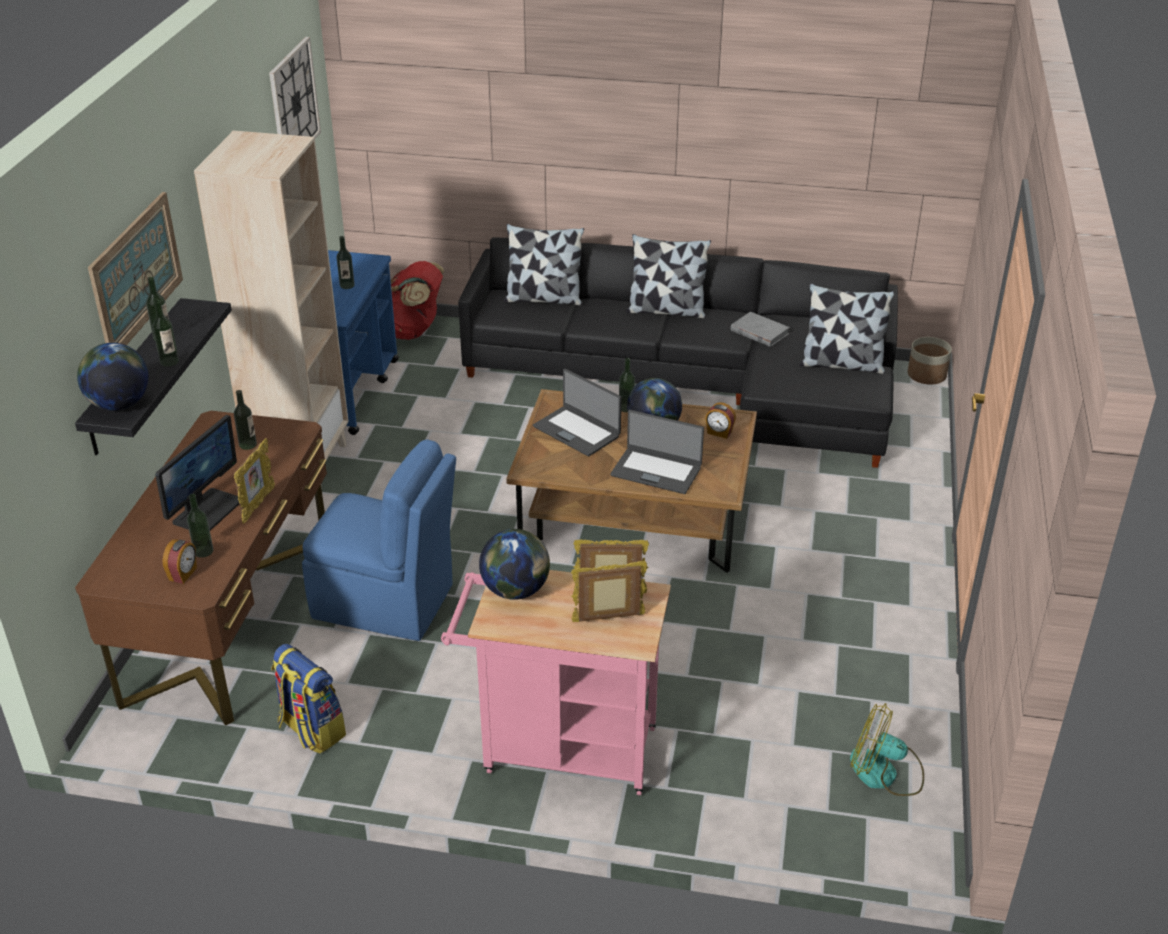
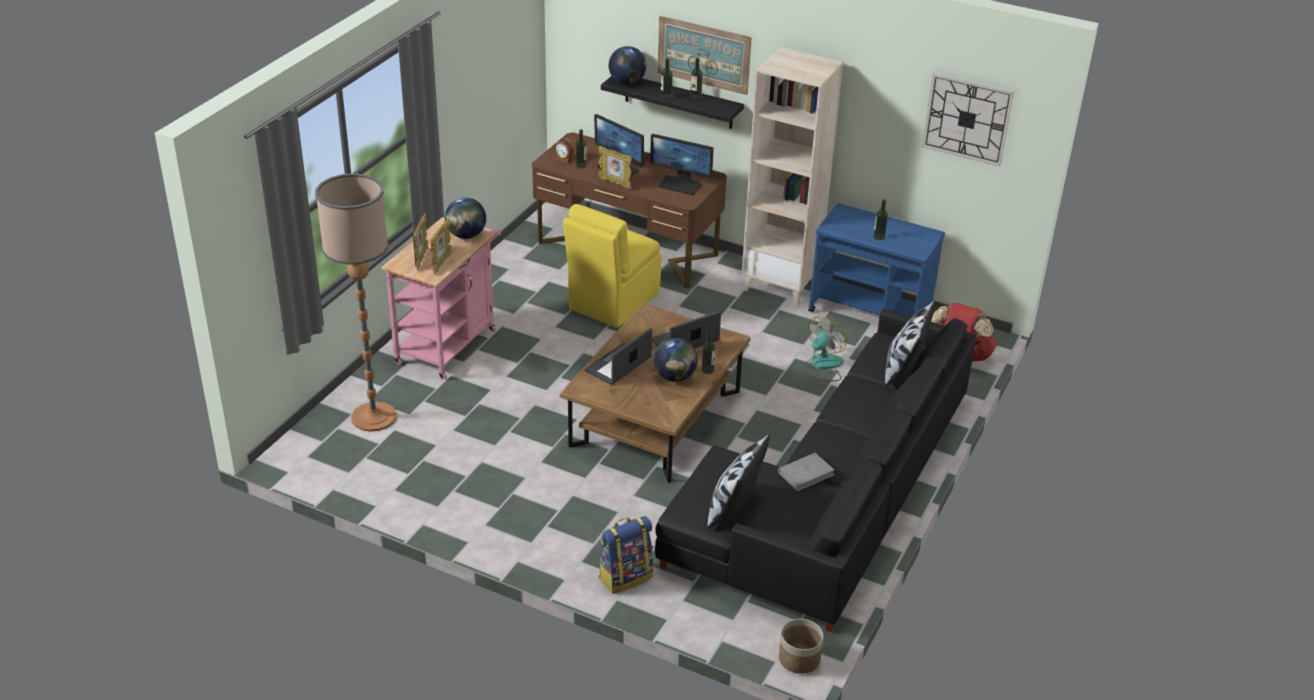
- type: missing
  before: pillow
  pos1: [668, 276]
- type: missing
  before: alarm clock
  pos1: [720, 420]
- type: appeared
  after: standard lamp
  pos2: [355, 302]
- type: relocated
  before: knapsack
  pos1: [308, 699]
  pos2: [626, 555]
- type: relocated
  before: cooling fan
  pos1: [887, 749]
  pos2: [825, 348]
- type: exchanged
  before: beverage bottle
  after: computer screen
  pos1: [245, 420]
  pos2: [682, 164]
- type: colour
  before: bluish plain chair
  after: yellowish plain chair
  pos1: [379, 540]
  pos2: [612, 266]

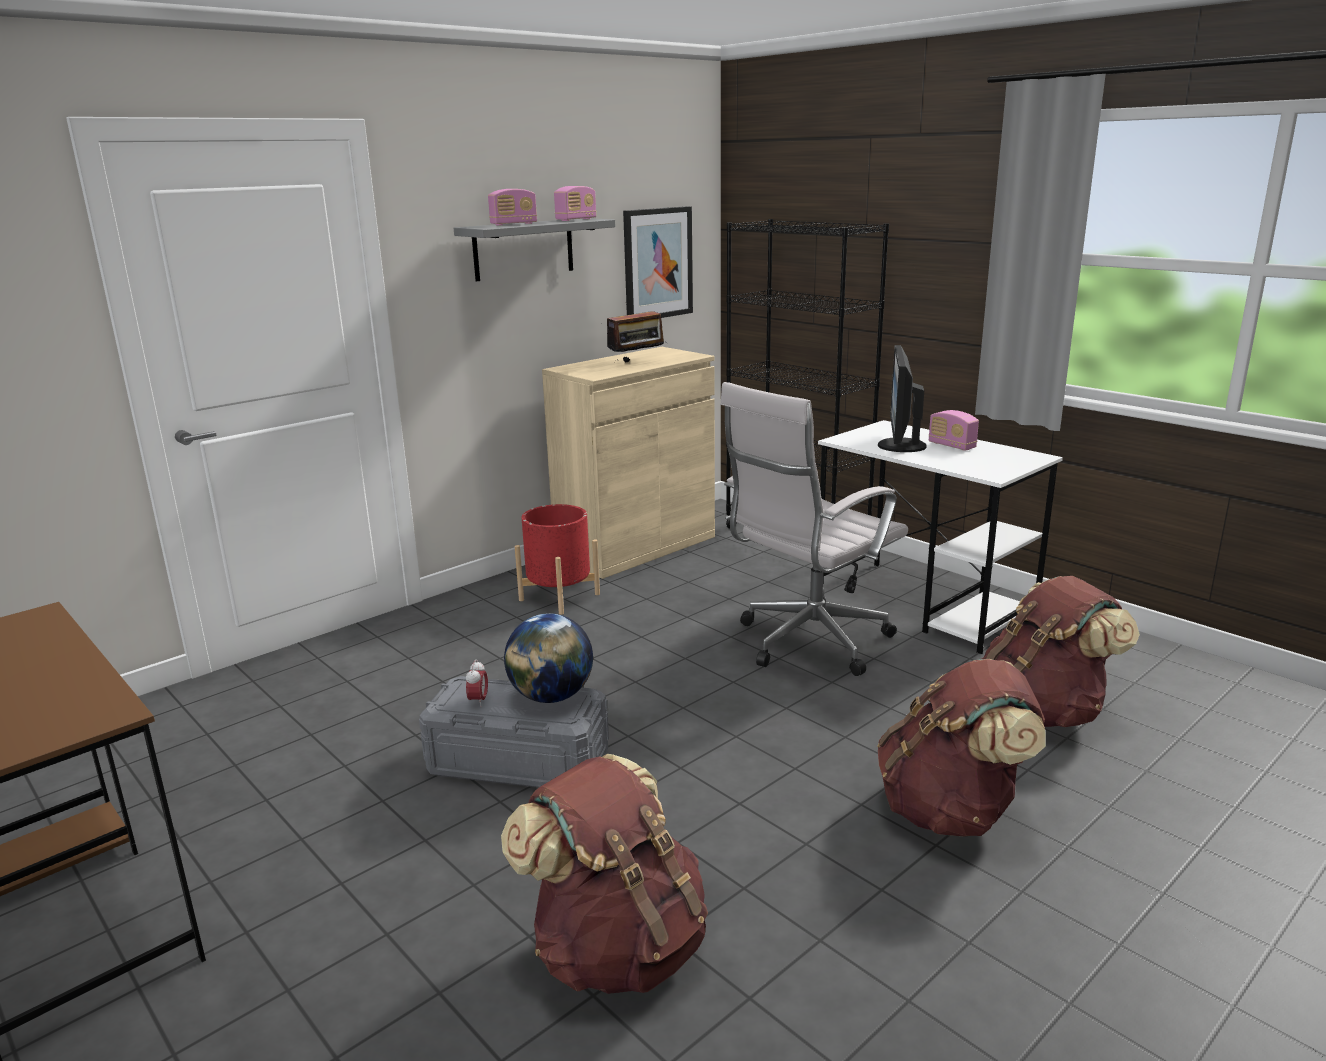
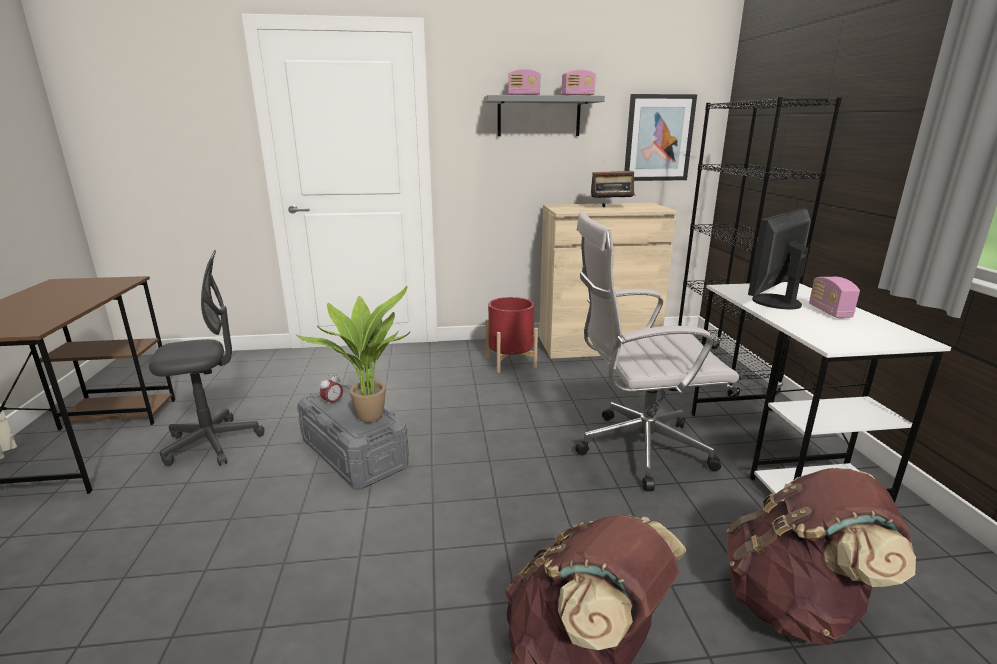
- type: missing
  before: brownish knapsack
  pos1: [604, 874]
- type: appeared
  after: greyish computer chair
  pos2: [206, 358]
- type: exchanged
  before: desk globe
  after: houseplant
  pos1: [548, 658]
  pos2: [353, 354]

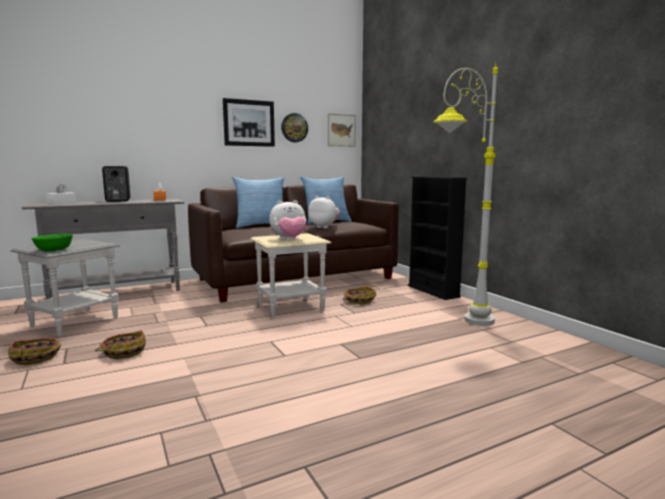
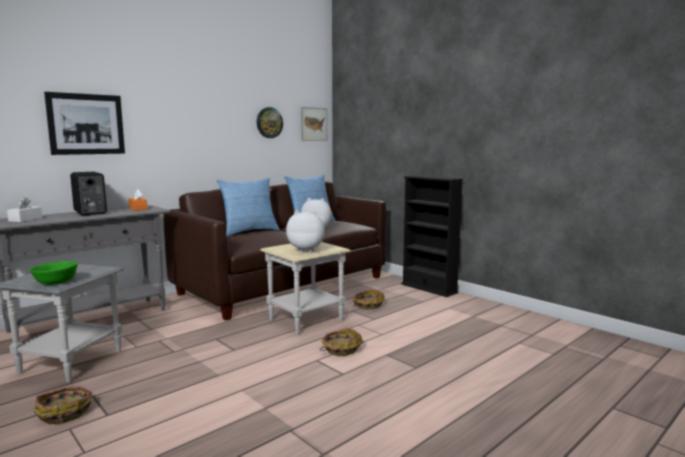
- type: missing
  before: greyish standard lamp
  pos1: [465, 193]
- type: relocated
  before: basket
  pos1: [120, 344]
  pos2: [341, 342]
- type: relocated
  before: wall art
  pos1: [249, 122]
  pos2: [84, 123]
- type: spun
  before: plush toy
  pos1: [288, 220]
  pos2: [305, 231]
  turn: -135

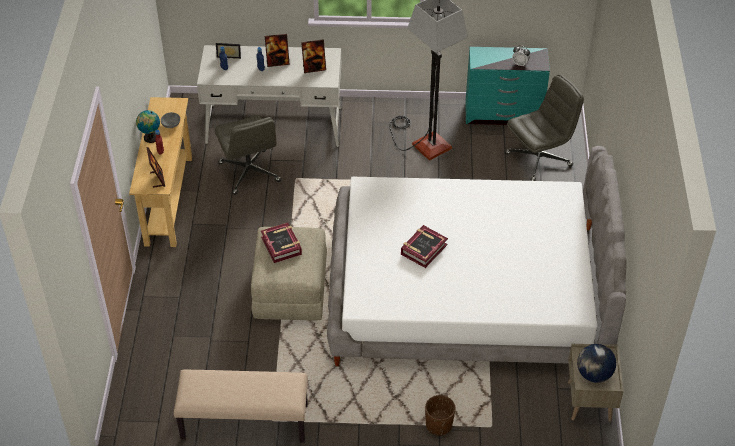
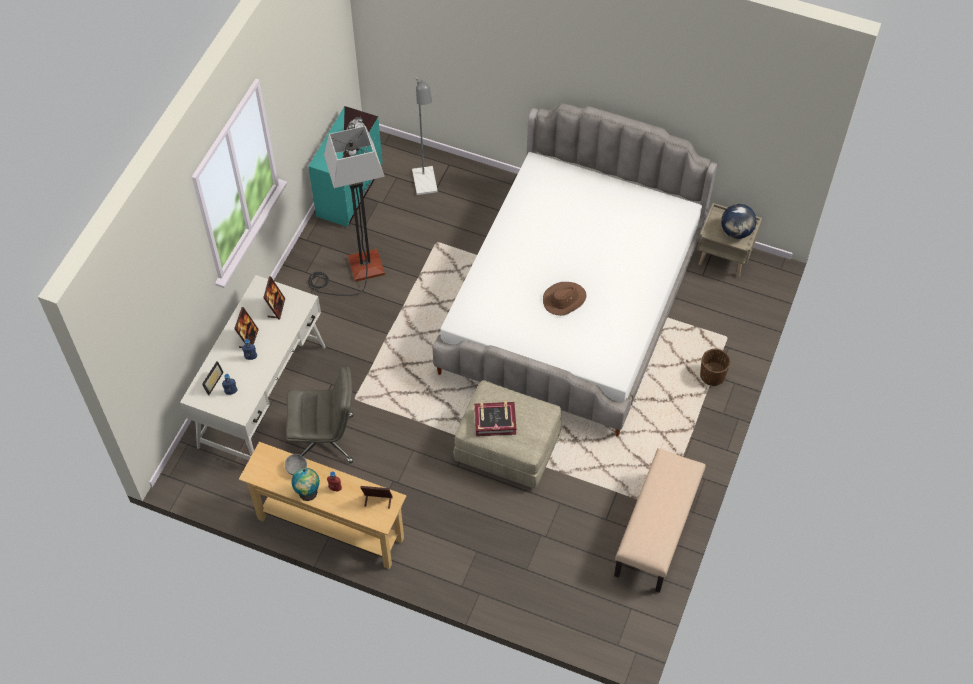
- type: exchanged
  before: book
  after: brownish clothing hat
  pos1: [424, 246]
  pos2: [565, 299]
- type: exchanged
  before: greyish computer chair
  after: greyish standard lamp
  pos1: [544, 128]
  pos2: [425, 136]

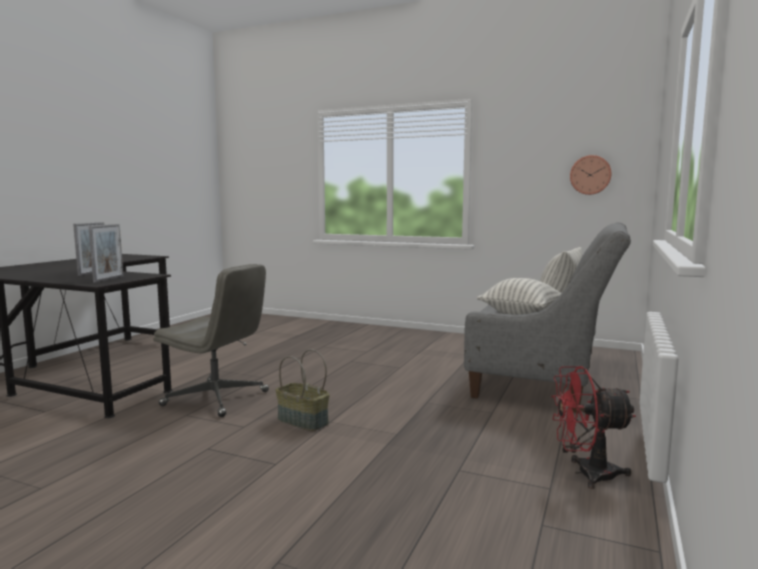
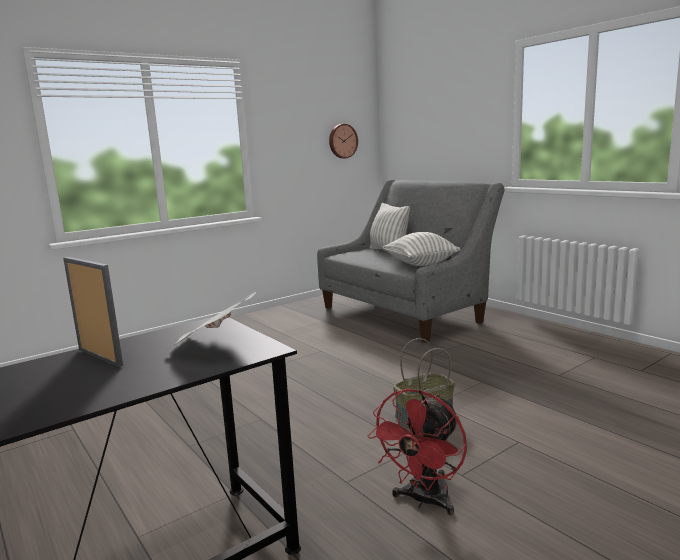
- type: missing
  before: greyish computer chair
  pos1: [211, 340]
- type: relocated
  before: red cooling fan
  pos1: [593, 427]
  pos2: [417, 452]
- type: exchanged
  before: picture frame
  after: daily paper
  pos1: [105, 253]
  pos2: [211, 321]

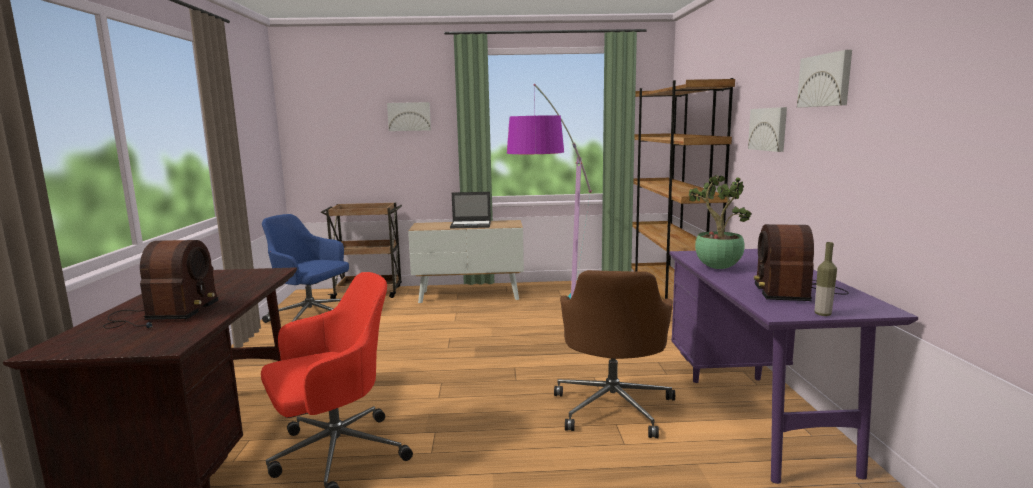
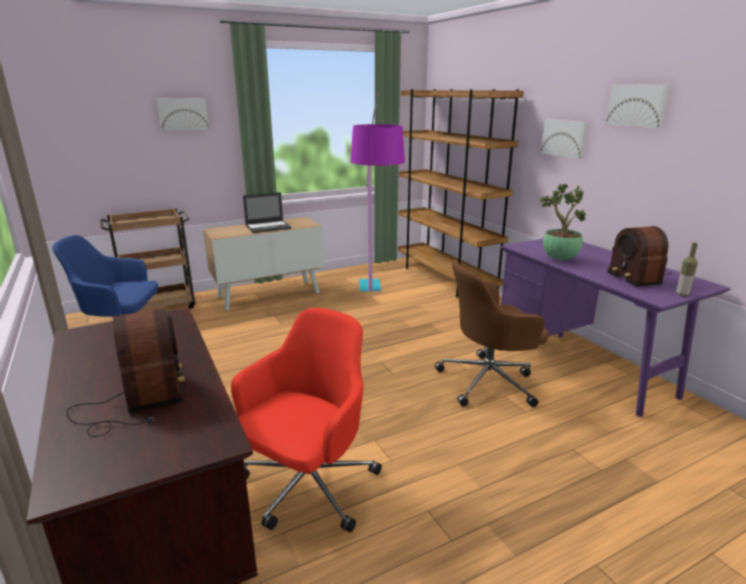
- type: spun
  before: brownish computer chair
  pos1: [614, 354]
  pos2: [492, 333]
  turn: 90

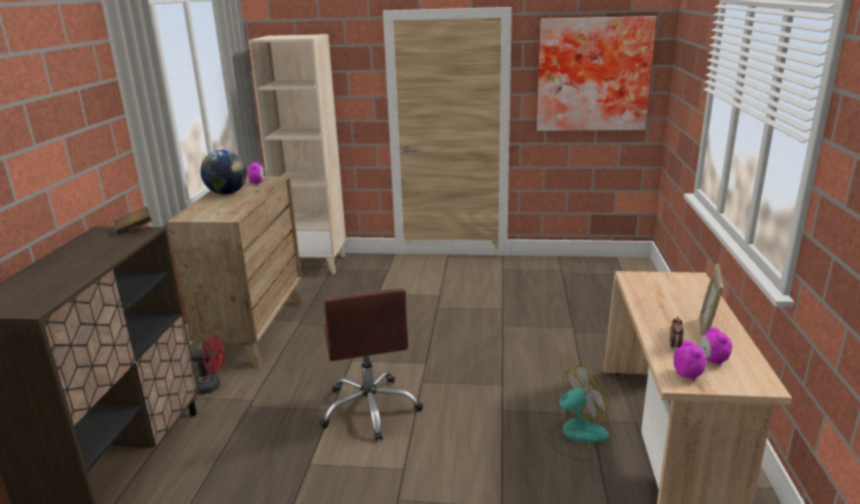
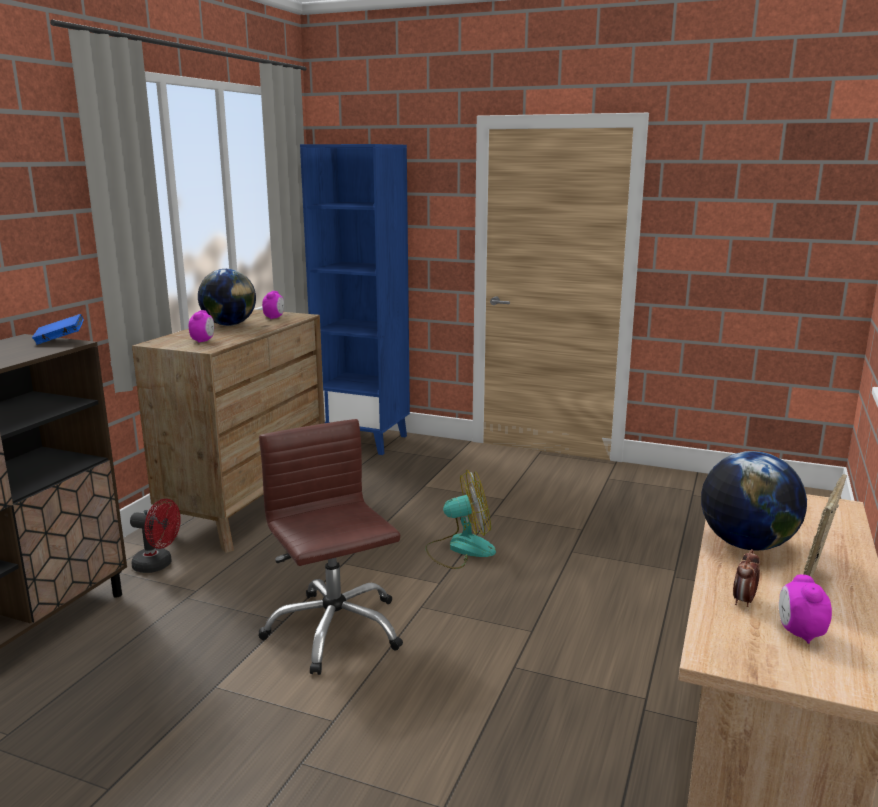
- type: missing
  before: wall art
  pos1: [597, 73]
- type: appeared
  after: desk globe
  pos2: [754, 500]
- type: relocated
  before: cooling fan
  pos1: [577, 413]
  pos2: [460, 519]
- type: relocated
  before: alarm clock
  pos1: [689, 361]
  pos2: [201, 326]
- type: colour
  before: brownish book
  after: bluish book
  pos1: [133, 220]
  pos2: [58, 329]
- type: colour
  before: beige bookcase
  after: bluish bookcase
  pos1: [297, 154]
  pos2: [355, 299]
- type: spun
  before: brownish computer chair
  pos1: [371, 364]
  pos2: [331, 547]
  turn: 150

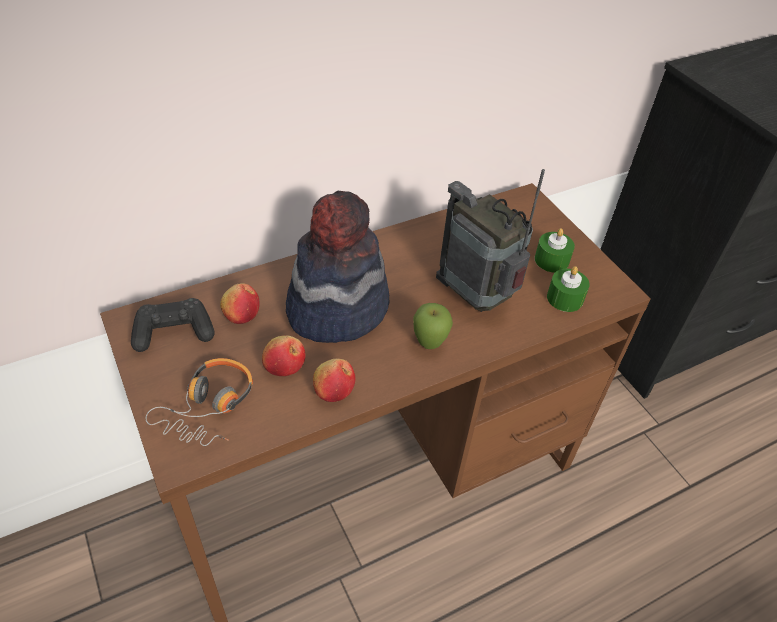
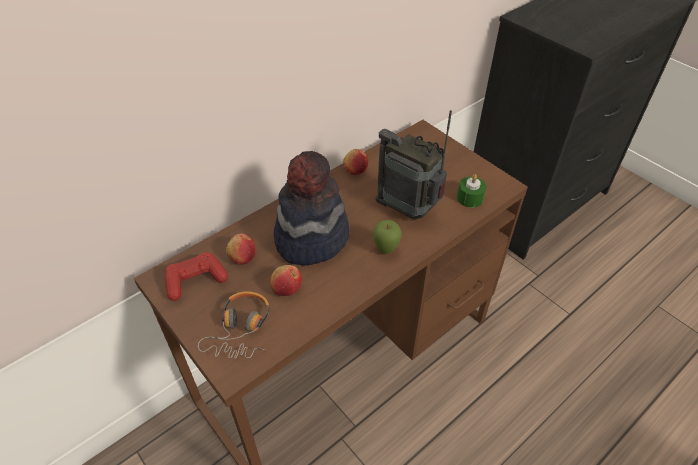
- type: missing
  before: greenish candle
  pos1: [555, 250]
- type: relocated
  before: whole apple
  pos1: [334, 380]
  pos2: [355, 162]
- type: colour
  before: black game controller
  after: red game controller
  pos1: [173, 325]
  pos2: [196, 276]

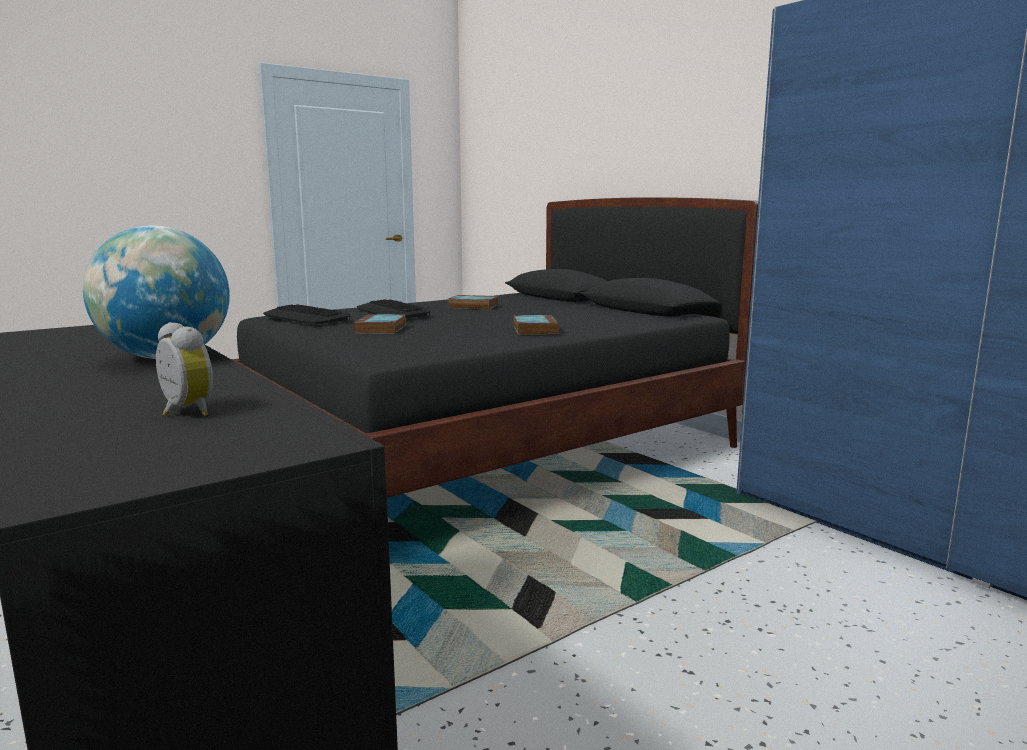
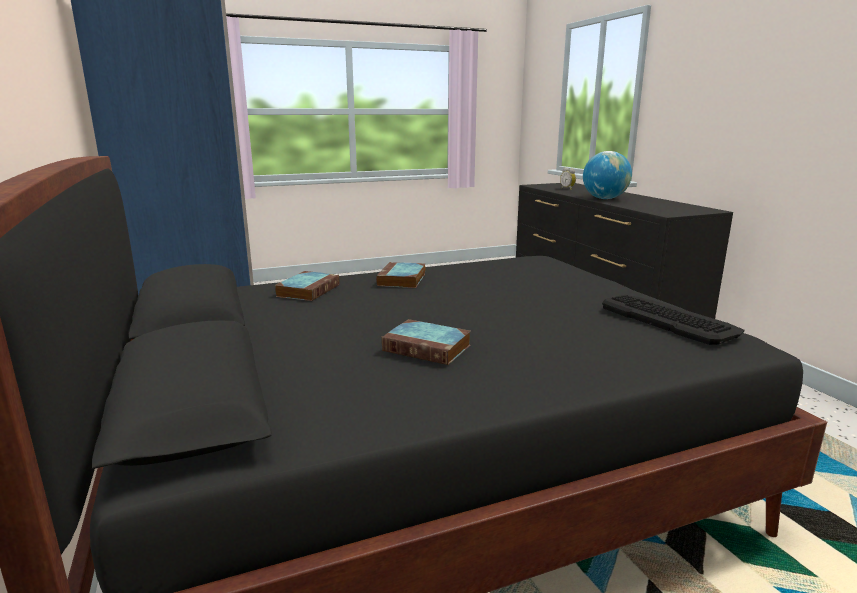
- type: missing
  before: PC keyboard
  pos1: [394, 308]
- type: relocated
  before: book
  pos1: [380, 324]
  pos2: [307, 286]

